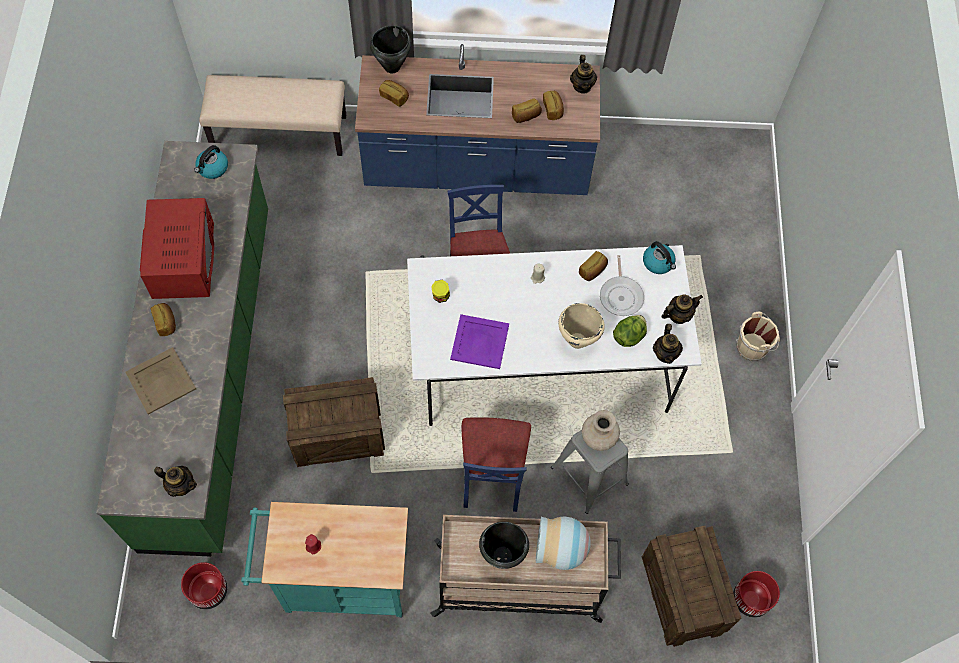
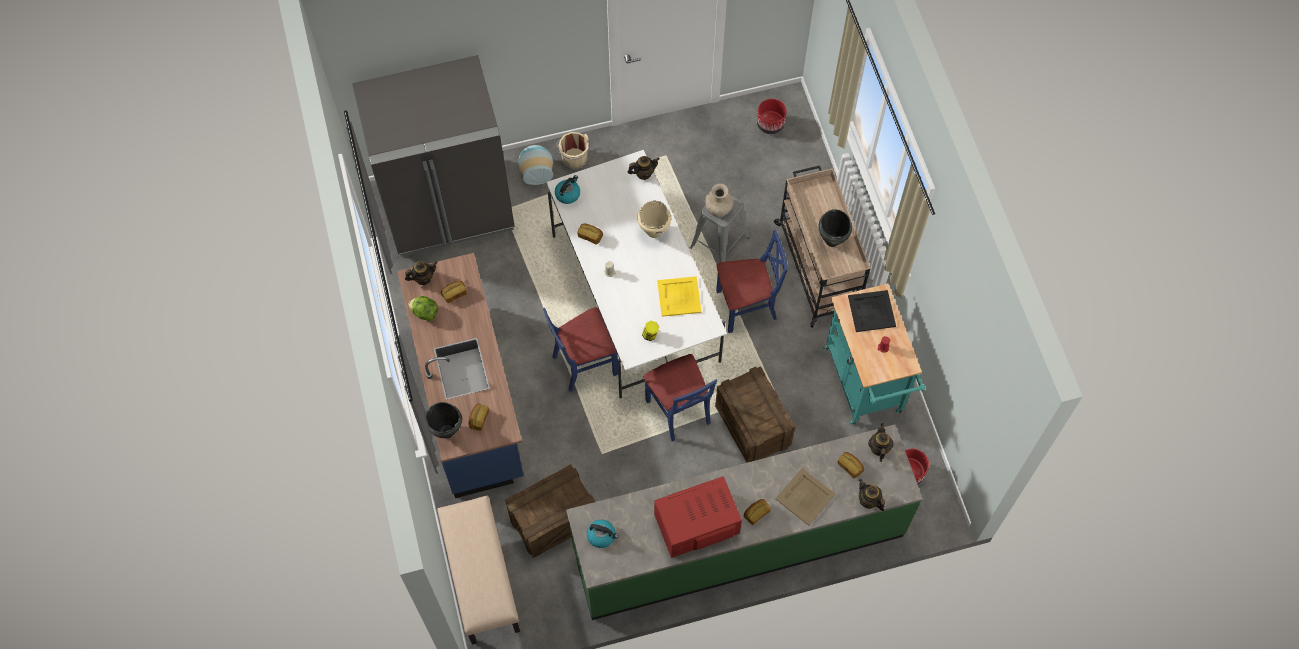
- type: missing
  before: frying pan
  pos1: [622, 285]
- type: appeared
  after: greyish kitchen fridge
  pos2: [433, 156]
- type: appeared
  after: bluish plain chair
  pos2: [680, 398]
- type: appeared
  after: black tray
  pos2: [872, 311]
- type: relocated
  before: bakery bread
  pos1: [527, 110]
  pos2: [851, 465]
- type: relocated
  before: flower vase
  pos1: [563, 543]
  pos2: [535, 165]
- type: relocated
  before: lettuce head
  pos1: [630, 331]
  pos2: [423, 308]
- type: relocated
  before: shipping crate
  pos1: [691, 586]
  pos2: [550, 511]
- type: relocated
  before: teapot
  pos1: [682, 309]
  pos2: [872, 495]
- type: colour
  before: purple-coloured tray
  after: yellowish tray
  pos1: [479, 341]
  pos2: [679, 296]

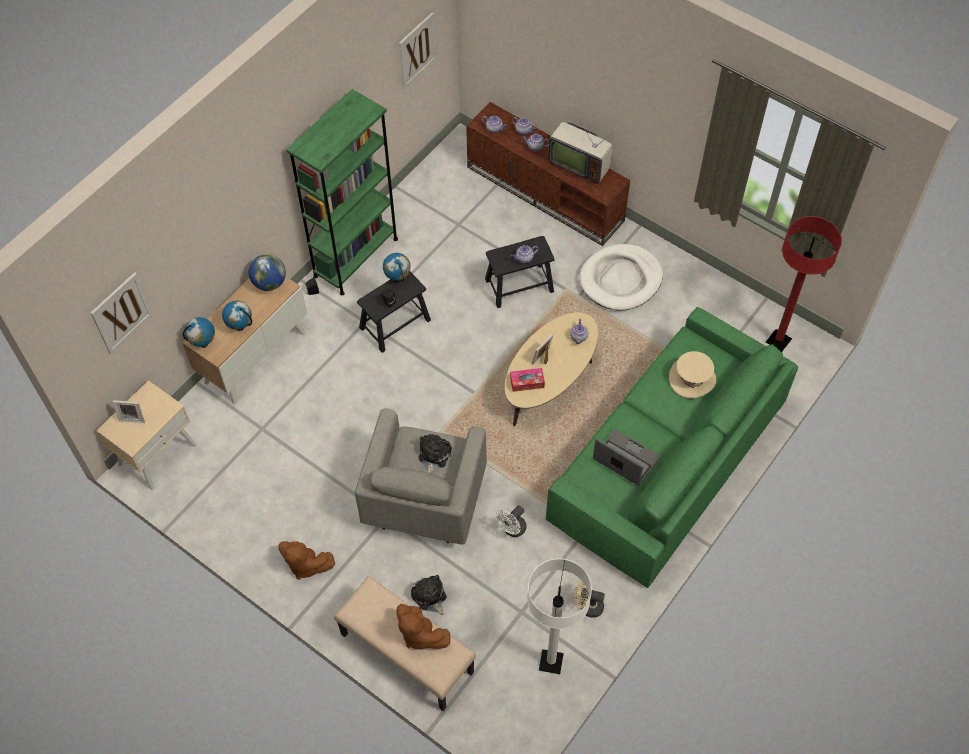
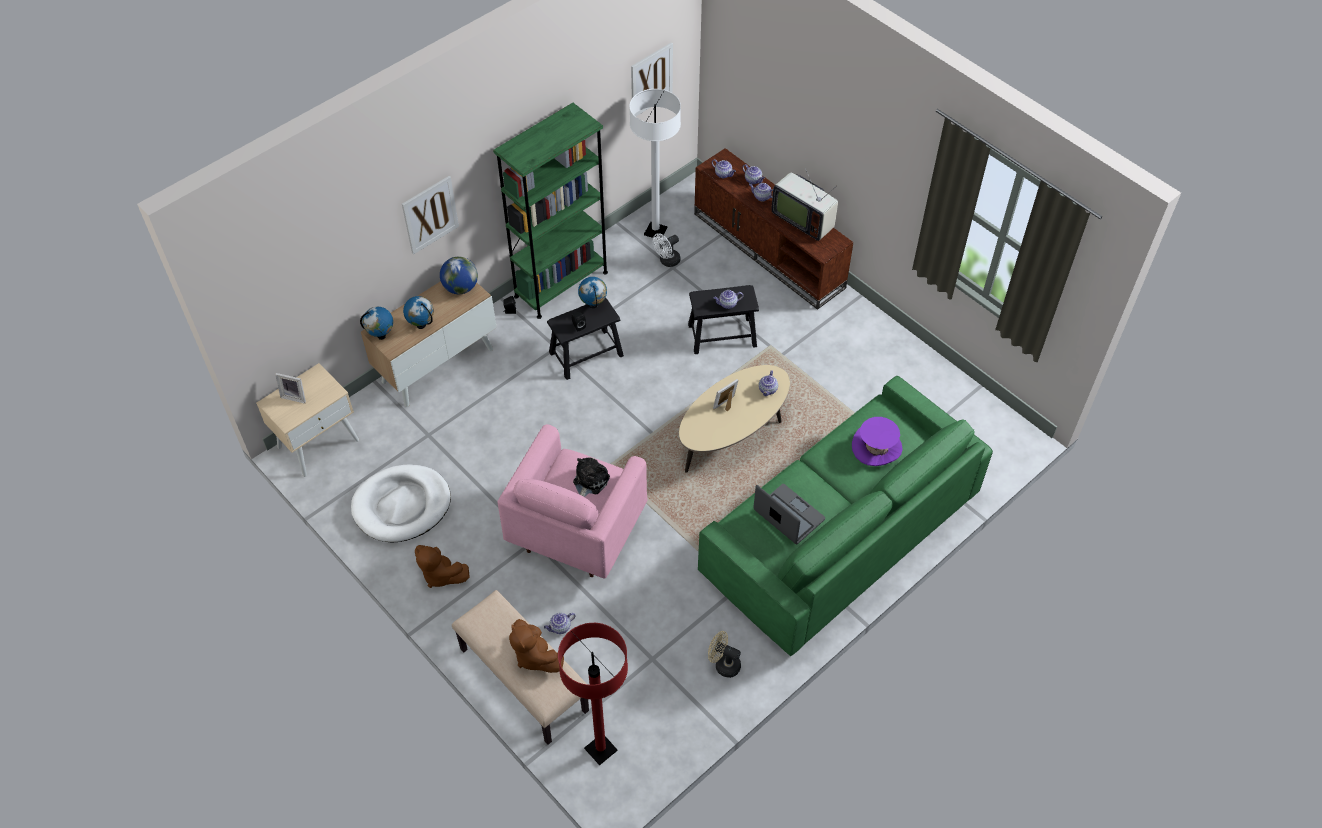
- type: missing
  before: tissue box
  pos1: [527, 380]
- type: relocated
  before: wall art
  pos1: [122, 313]
  pos2: [430, 215]
- type: relocated
  before: white-coloured cooling fan
  pos1: [511, 521]
  pos2: [667, 250]
- type: relocated
  before: white-coloured standard lamp
  pos1: [559, 616]
  pos2: [655, 164]
- type: relocated
  before: white-coloured dog cushion
  pos1: [621, 277]
  pos2: [401, 503]
- type: relocated
  before: red standard lamp
  pos1: [804, 284]
  pos2: [593, 694]
- type: exchanged
  before: plush toy
  after: teapot
  pos1: [429, 595]
  pos2: [560, 623]
- type: colour
  before: greyish armchair
  after: pinkish armchair
  pos1: [421, 476]
  pos2: [572, 501]
- type: colour
  before: beige clothing hat
  after: purple-coloured clothing hat
  pos1: [692, 374]
  pos2: [877, 441]

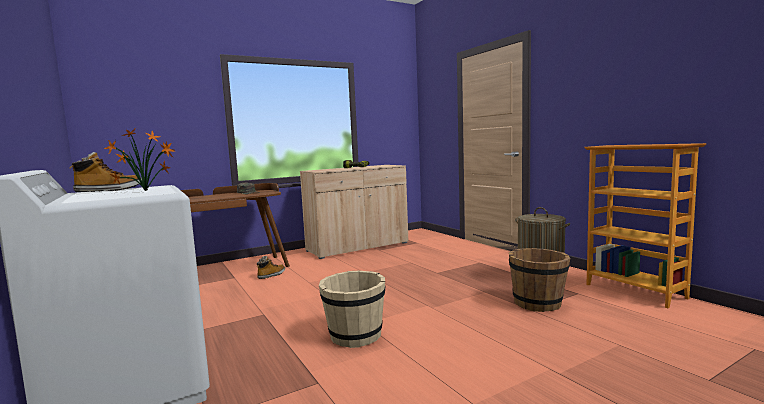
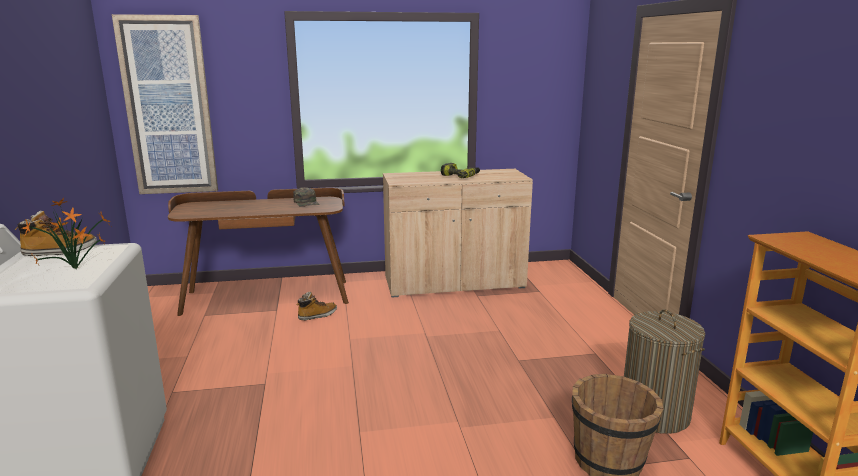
- type: missing
  before: beige pail
  pos1: [352, 309]
- type: appeared
  after: wall art
  pos2: [165, 104]

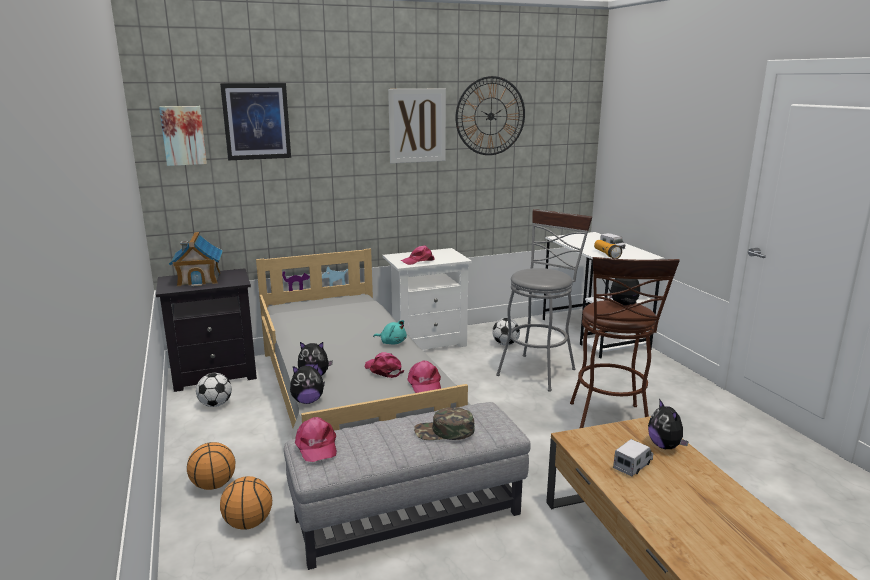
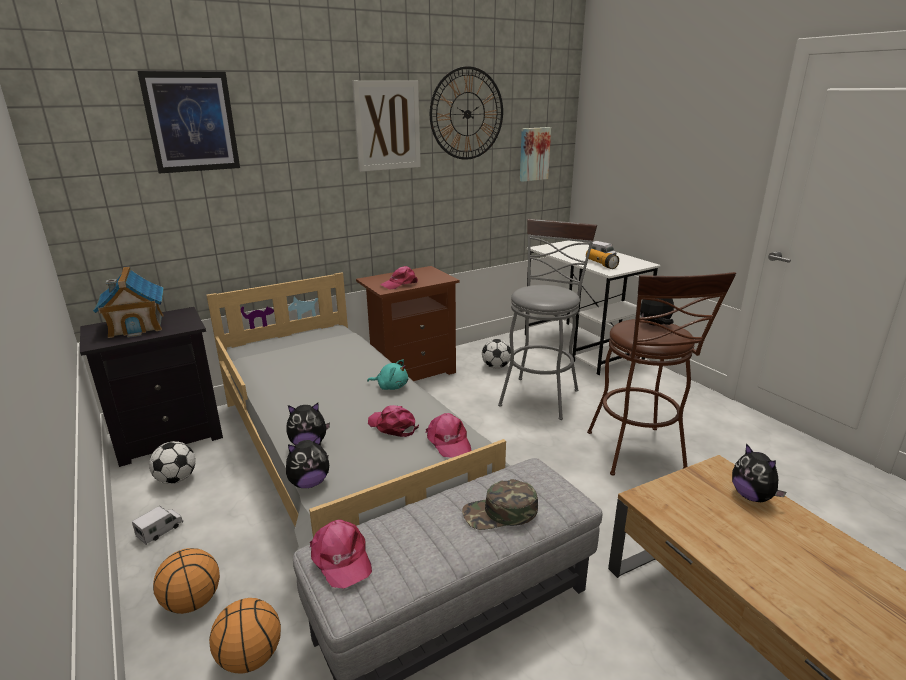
- type: relocated
  before: wall art
  pos1: [183, 136]
  pos2: [535, 154]
- type: relocated
  before: model truck
  pos1: [633, 458]
  pos2: [157, 525]
- type: colour
  before: white-coloured bedside table
  after: brownish bedside table
  pos1: [427, 299]
  pos2: [408, 323]

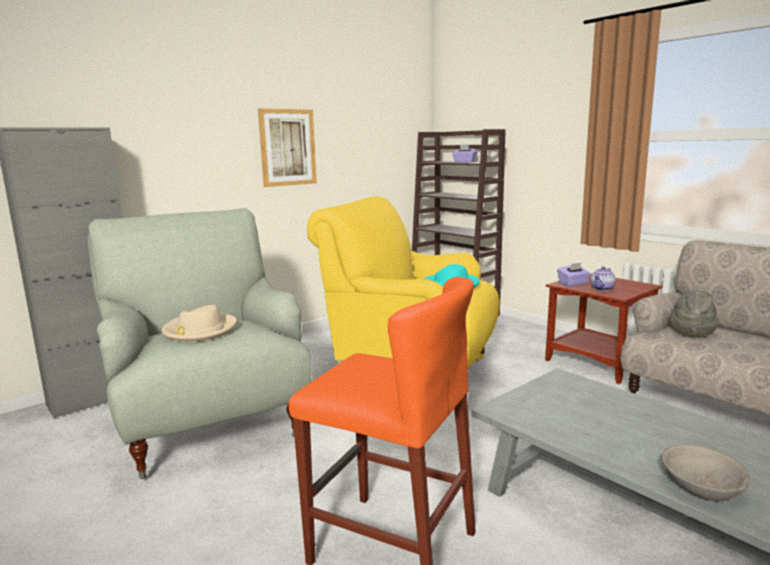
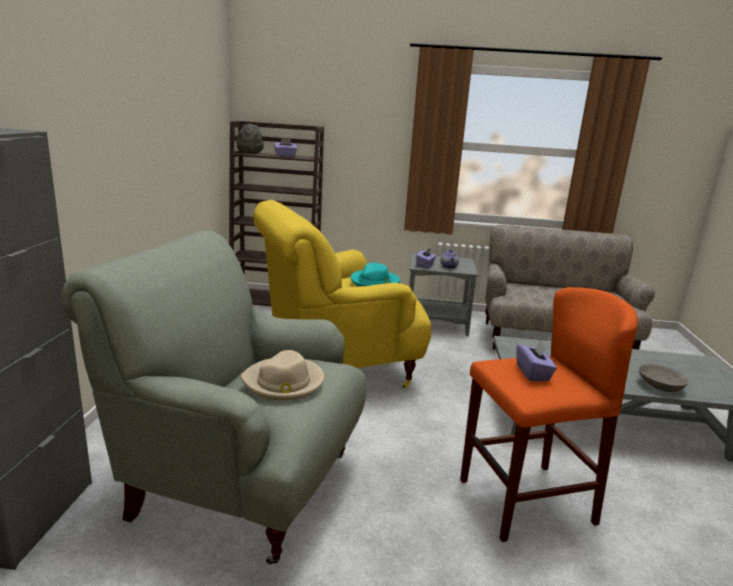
- type: missing
  before: wall art
  pos1: [287, 147]
- type: appeared
  after: purple-coloured tissue box
  pos2: [536, 361]
- type: relocated
  before: greyish clothing hat
  pos1: [694, 314]
  pos2: [250, 139]
- type: colour
  before: brownish end table
  after: greyish end table
  pos1: [603, 329]
  pos2: [443, 294]

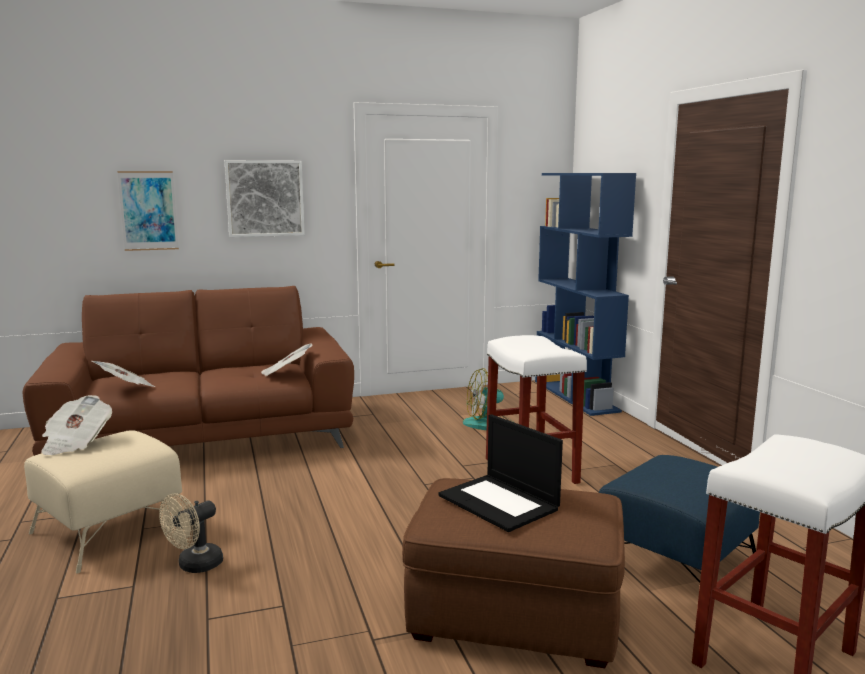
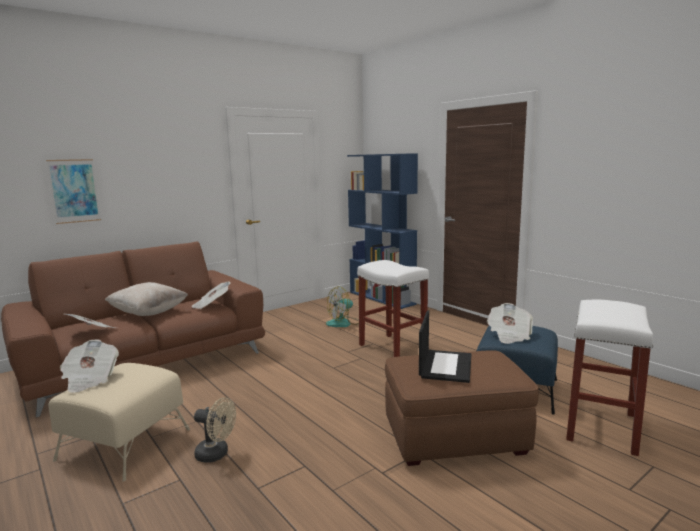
- type: missing
  before: wall art
  pos1: [265, 198]
- type: appeared
  after: beige pillow
  pos2: [146, 299]
- type: appeared
  after: daily paper
  pos2: [510, 323]
- type: spun
  before: beige cooling fan
  pos1: [191, 533]
  pos2: [215, 429]
  turn: -90
- type: spun
  before: portable computer
  pos1: [501, 473]
  pos2: [445, 346]
  turn: -105

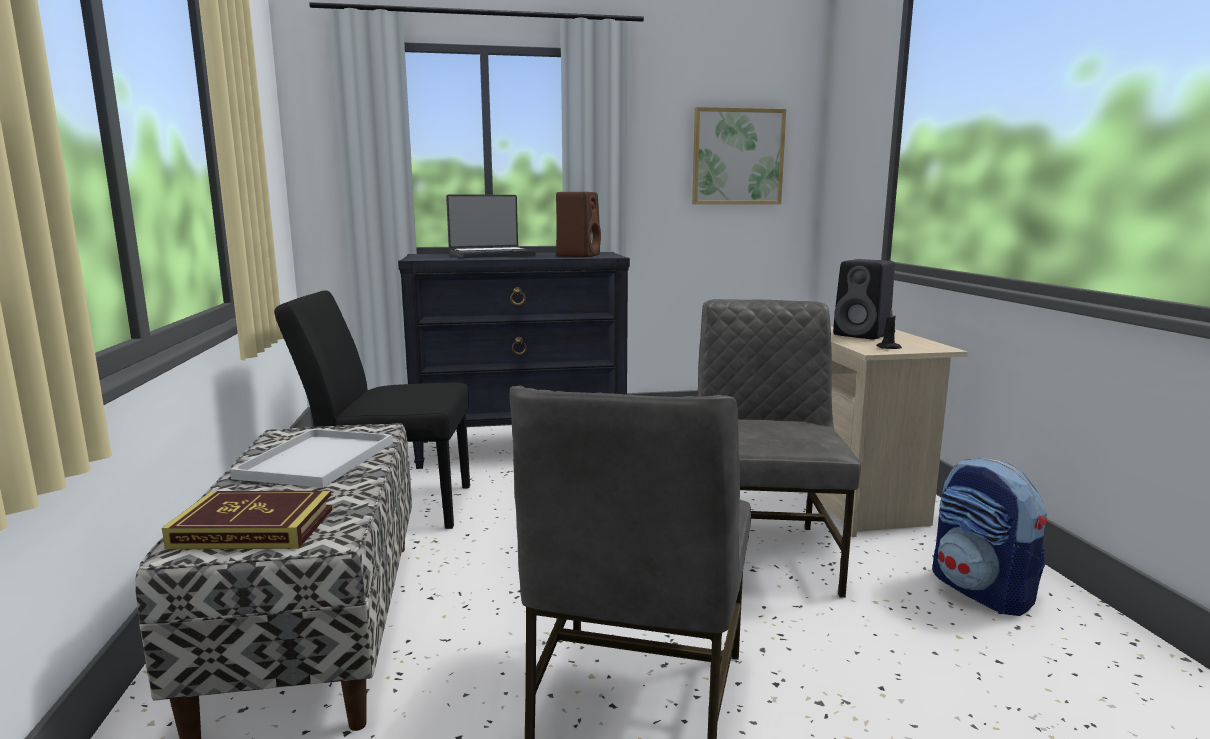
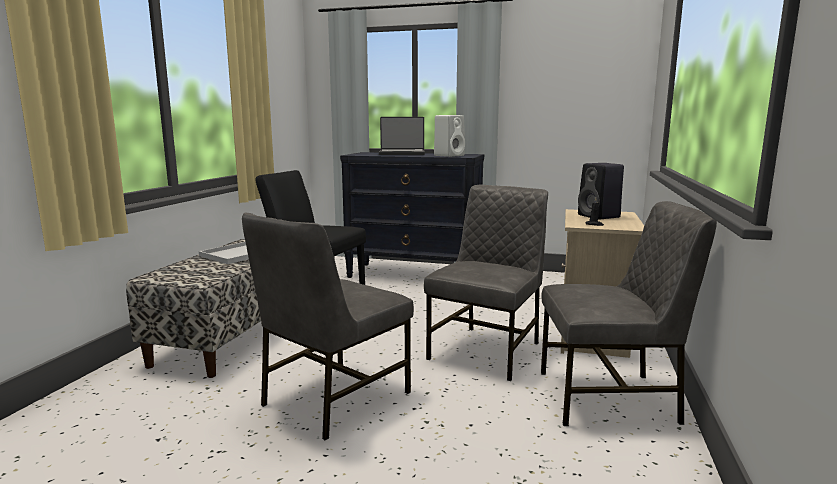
- type: missing
  before: book
  pos1: [247, 520]
- type: missing
  before: wall art
  pos1: [739, 155]
- type: exchanged
  before: knapsack
  after: greyish plain chair
  pos1: [989, 537]
  pos2: [629, 313]
- type: colour
  before: brownish loudspeaker
  after: white-coloured loudspeaker
  pos1: [578, 224]
  pos2: [449, 136]

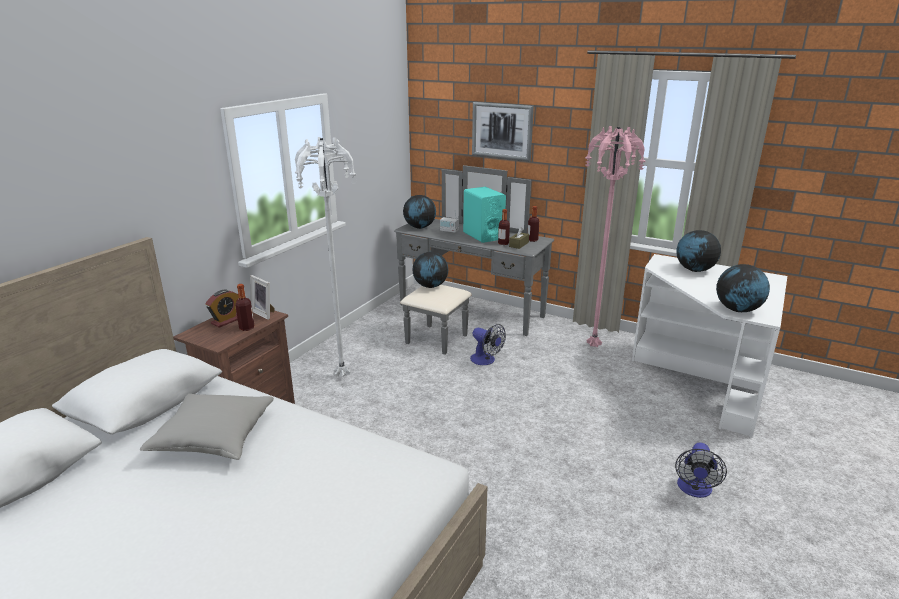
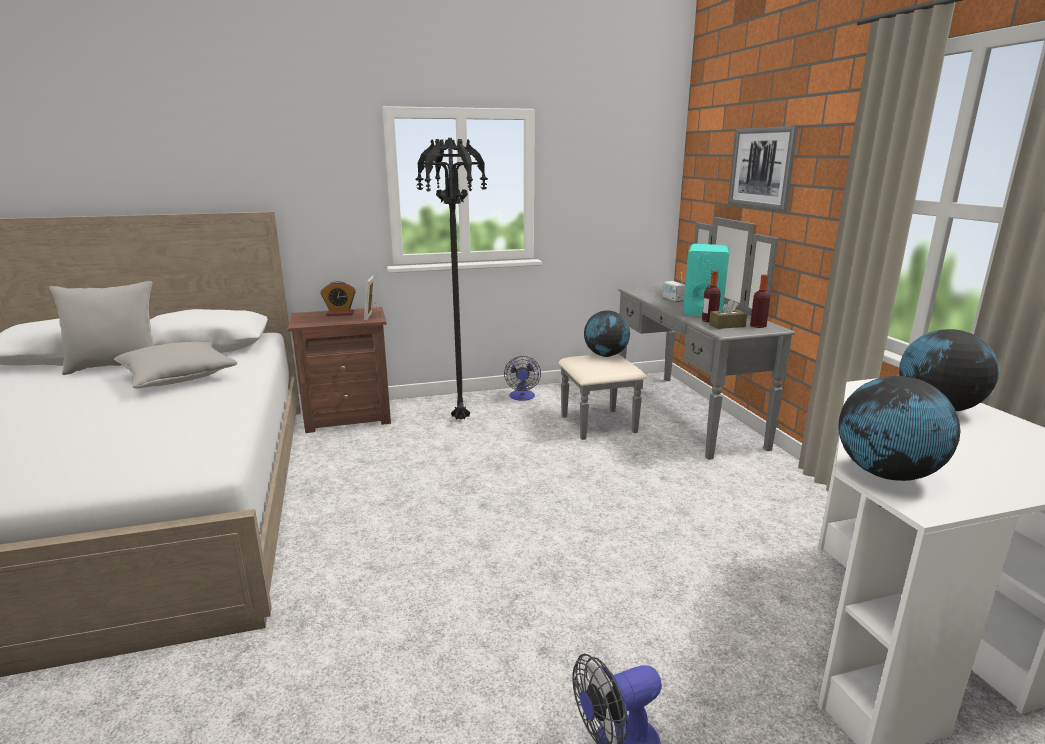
- type: missing
  before: beverage bottle
  pos1: [244, 307]
- type: missing
  before: desk globe
  pos1: [419, 212]
- type: missing
  before: pinkish standard lamp
  pos1: [615, 236]
- type: appeared
  after: greyish pillow
  pos2: [102, 328]
- type: relocated
  before: cooling fan
  pos1: [488, 344]
  pos2: [522, 378]
- type: colour
  before: white-coloured standard lamp
  after: black standard lamp
  pos1: [326, 257]
  pos2: [452, 278]

